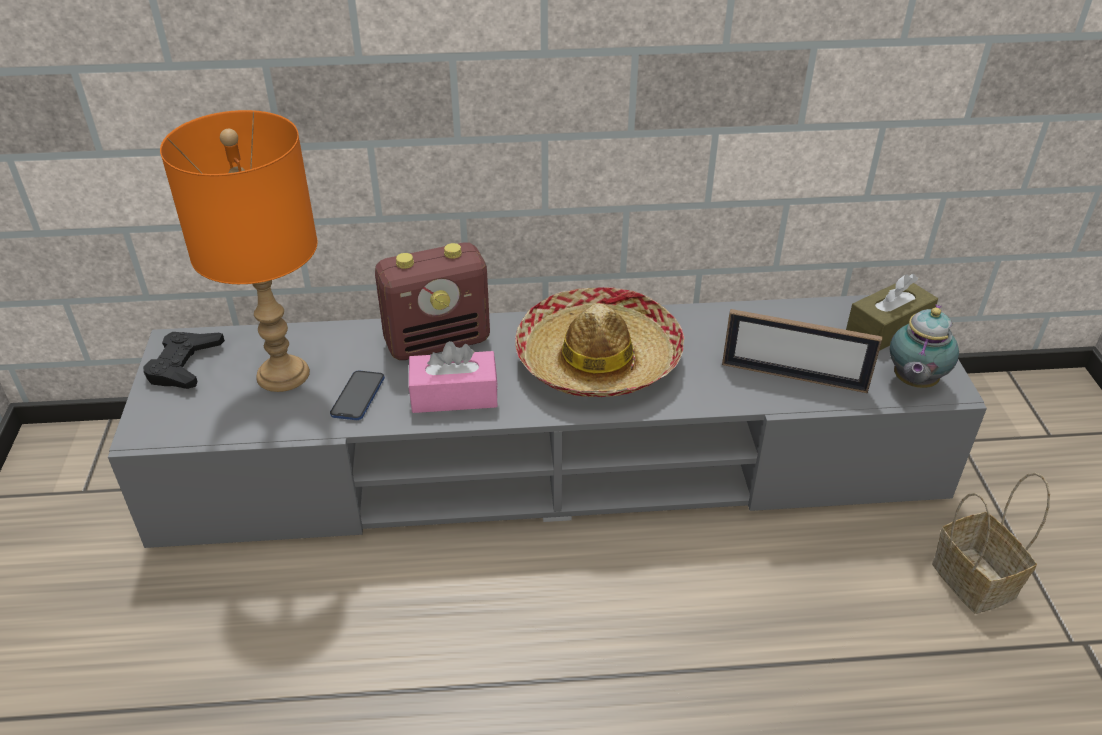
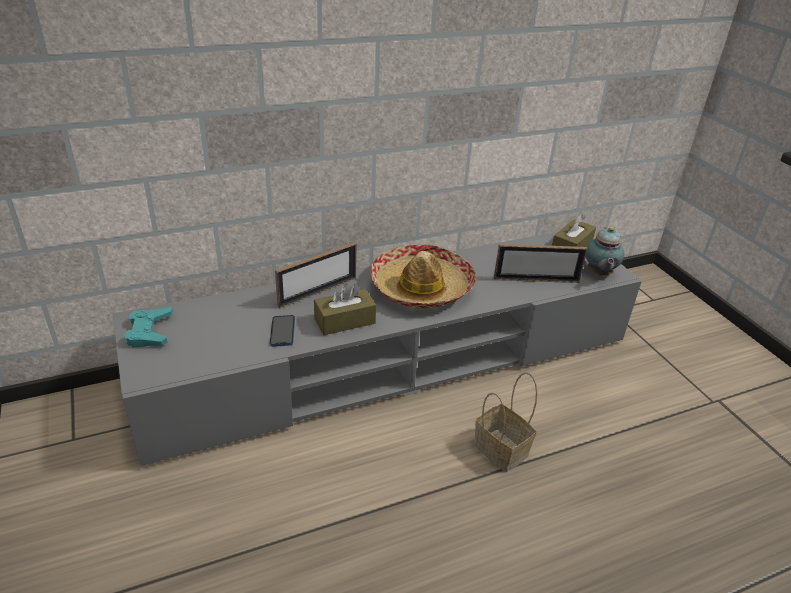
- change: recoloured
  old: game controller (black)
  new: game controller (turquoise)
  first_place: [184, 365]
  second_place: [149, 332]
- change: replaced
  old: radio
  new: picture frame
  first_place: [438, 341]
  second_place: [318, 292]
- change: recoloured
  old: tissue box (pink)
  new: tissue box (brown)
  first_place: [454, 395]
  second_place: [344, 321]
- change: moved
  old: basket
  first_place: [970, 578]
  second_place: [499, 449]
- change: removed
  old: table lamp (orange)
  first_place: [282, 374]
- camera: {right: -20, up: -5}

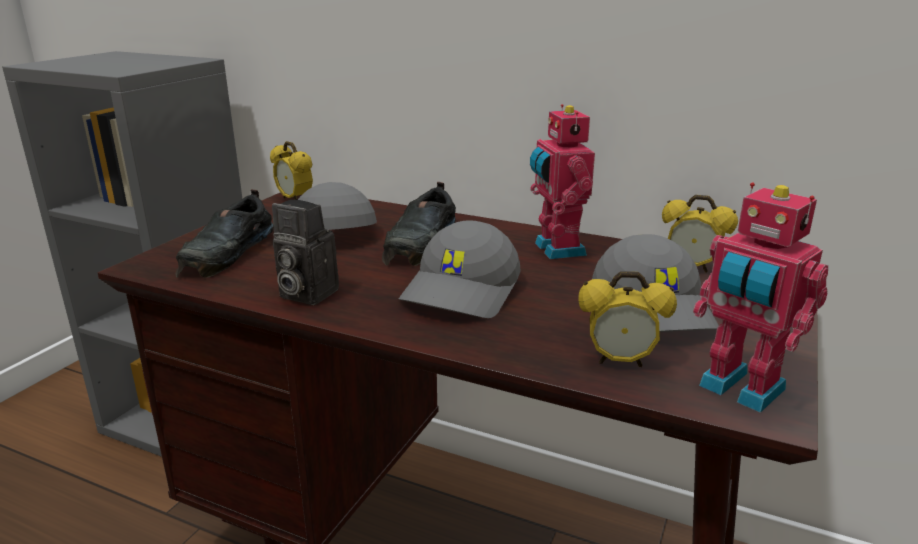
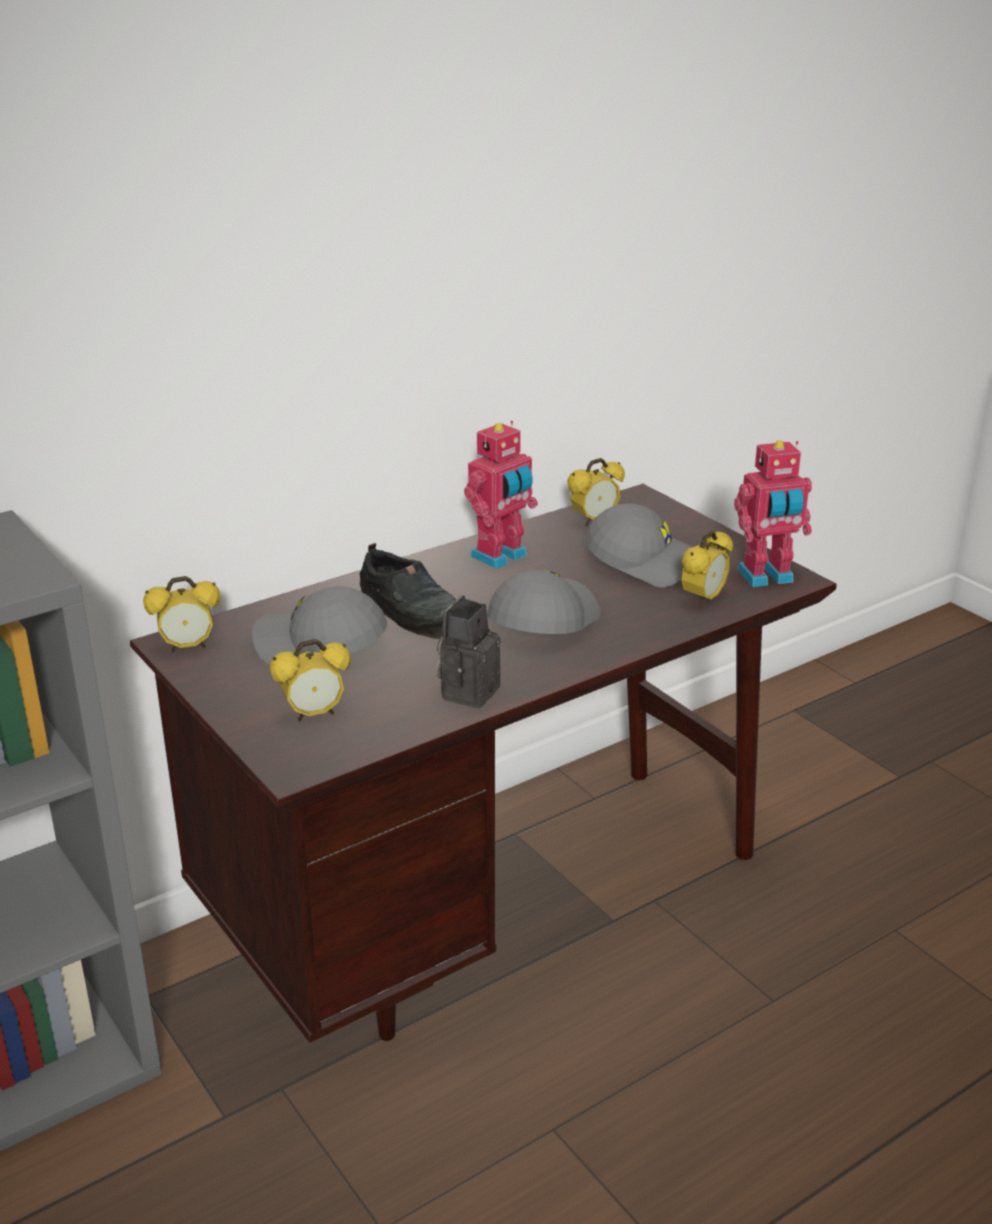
- change: replaced
  old: shoe (black)
  new: alarm clock
  first_place: [227, 252]
  second_place: [314, 714]
- change: turned
  old: photo camera
  first_place: [304, 293]
  second_place: [468, 691]
  degrees: 150
- change: turned
  old: toy robot
  first_place: [556, 249]
  second_place: [501, 557]
  degrees: -60
- change: turned
  old: cap (grey)
  first_place: [463, 292]
  second_place: [541, 620]
  degrees: -120
- camera: {right: -60, up: 5}

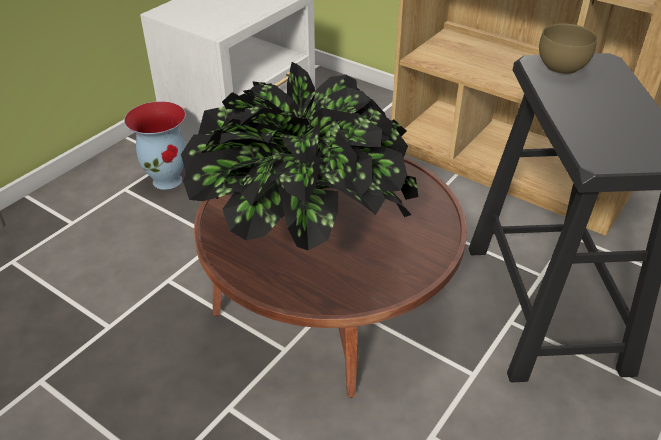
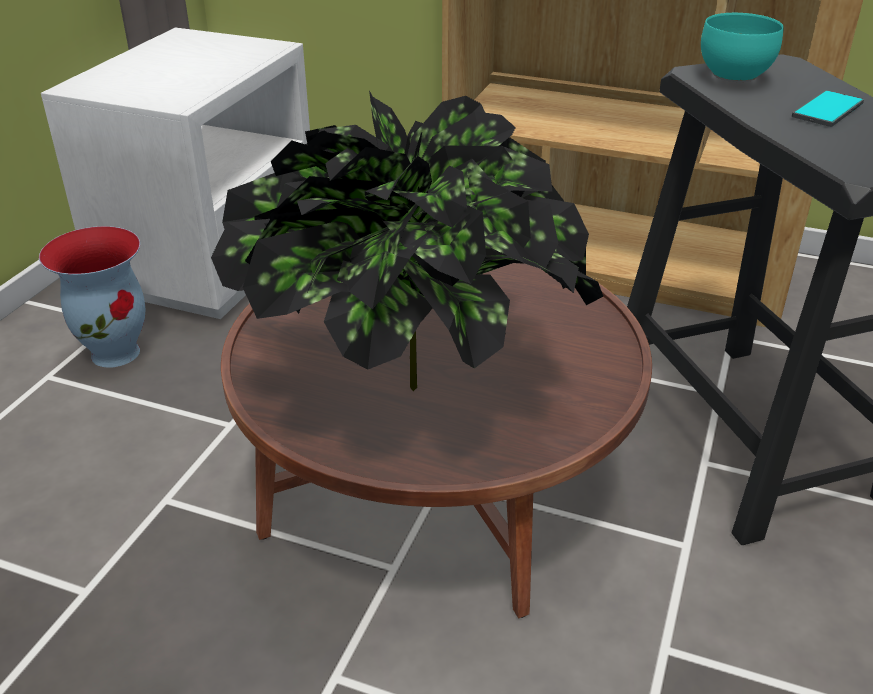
- change: recoloured
  old: bowl (brown)
  new: bowl (turquoise)
  first_place: [563, 67]
  second_place: [736, 75]
- change: added
  new: phone
  second_place: [828, 110]
- camera: {right: -15, up: -5}

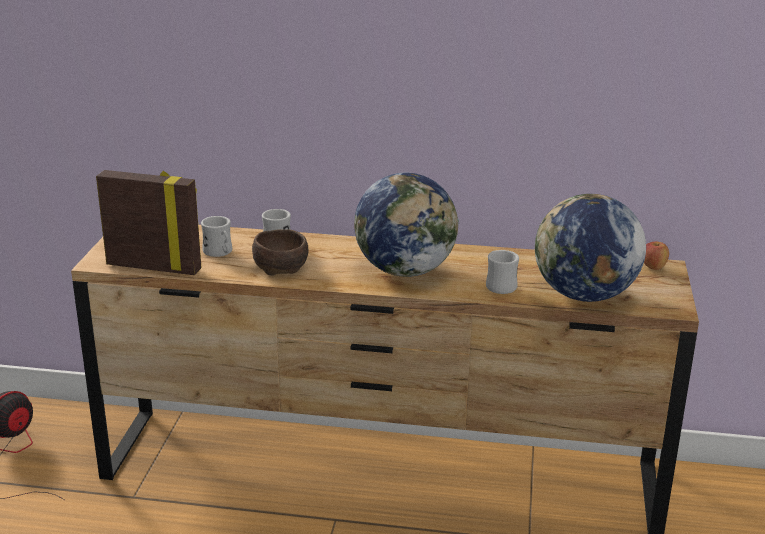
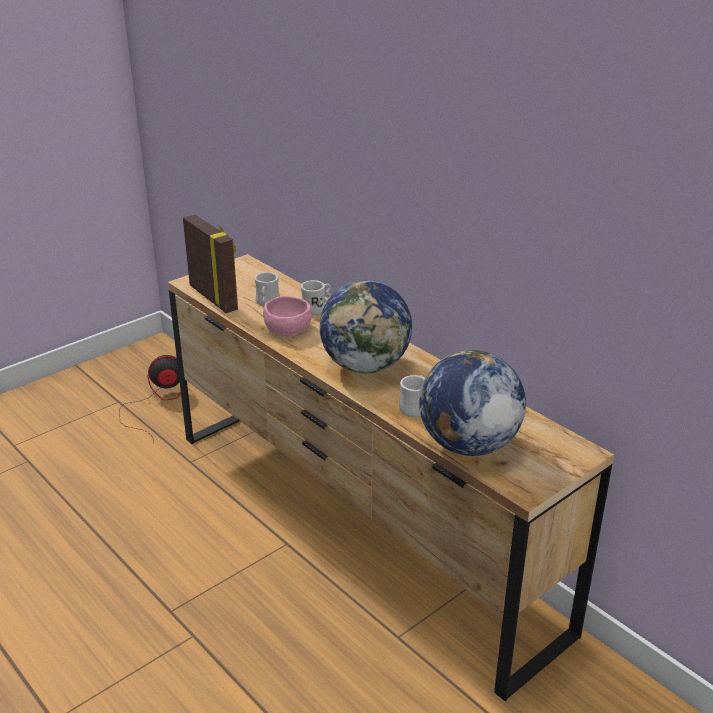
- change: recoloured
  old: bowl (brown)
  new: bowl (pink)
  first_place: [282, 266]
  second_place: [289, 328]
- change: removed
  old: apple
  first_place: [653, 267]
- camera: {right: 40, up: 5}

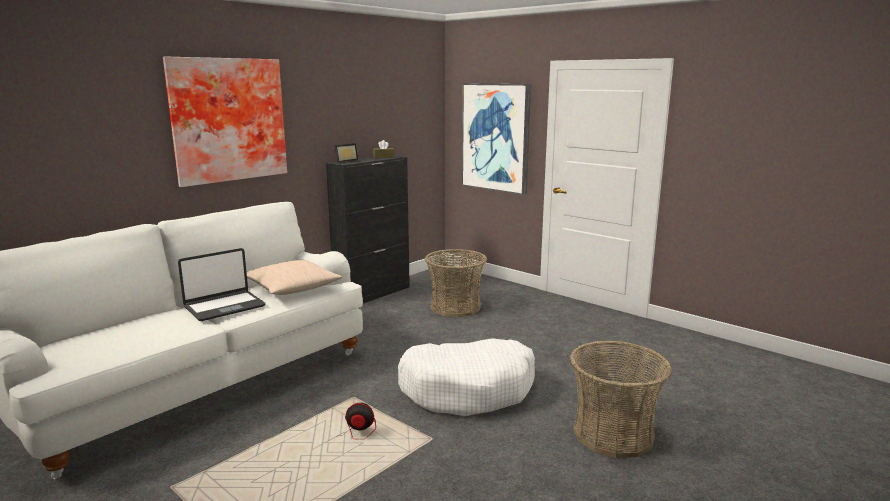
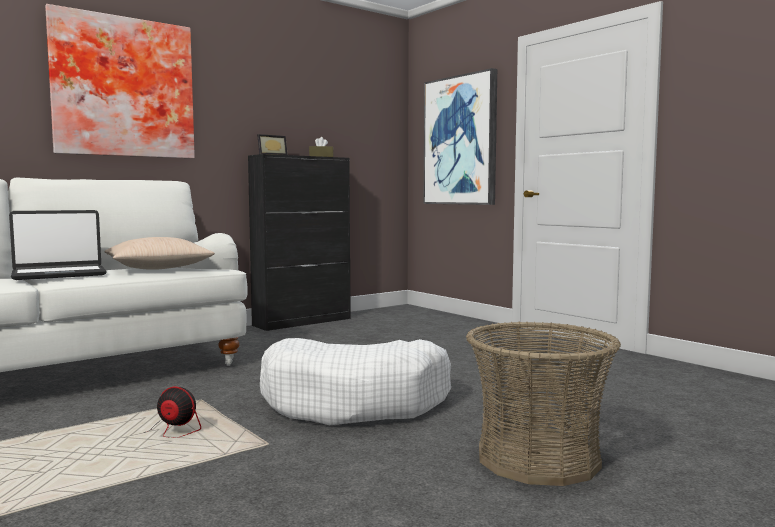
- change: removed
  old: basket
  first_place: [455, 307]
- camera: {right: 10, up: -10}

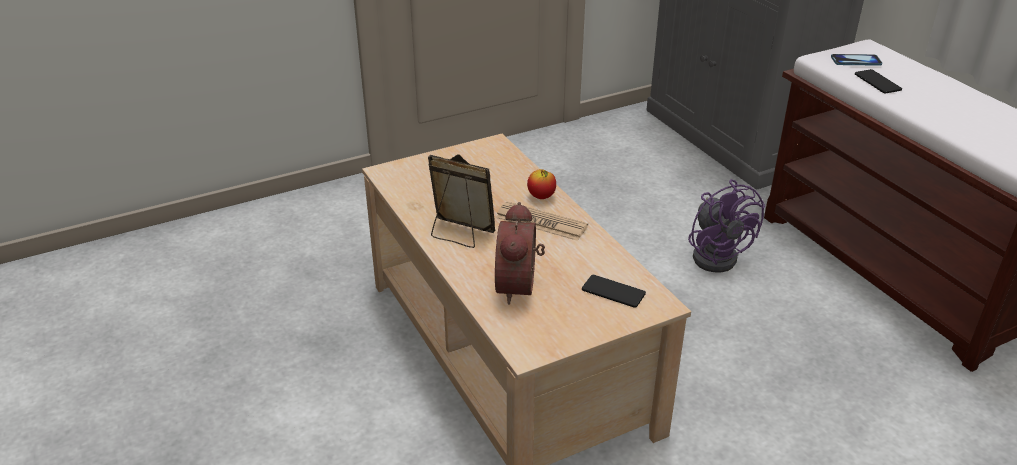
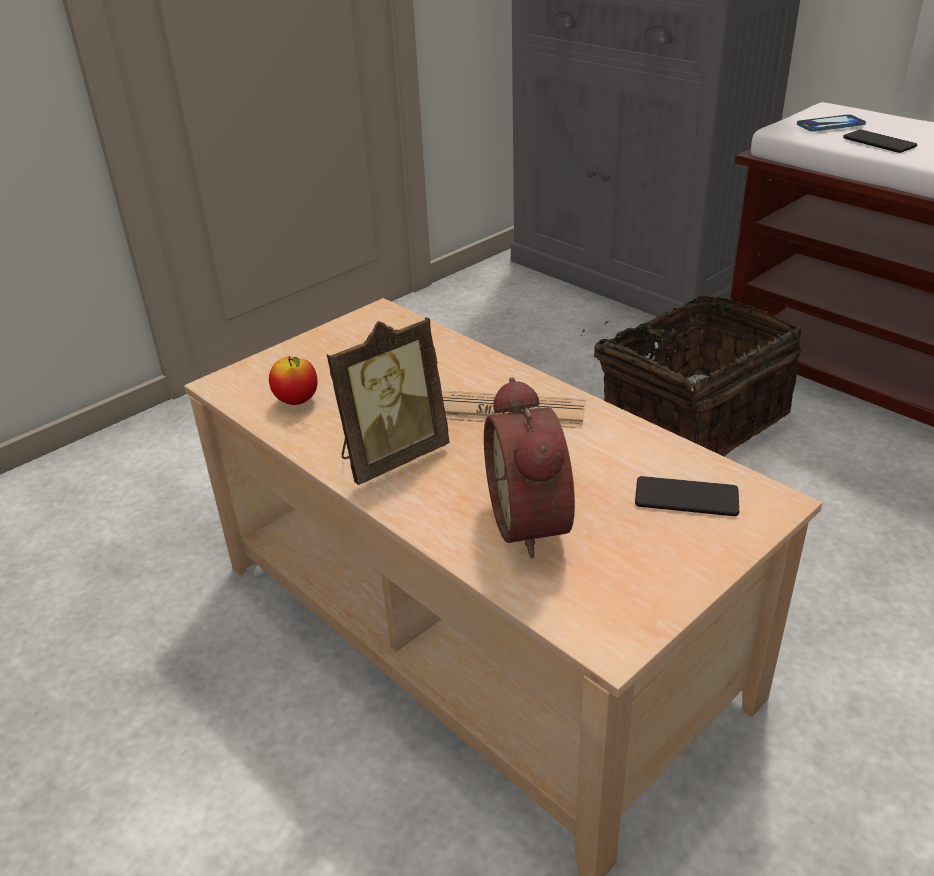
- change: moved
  old: apple
  first_place: [541, 197]
  second_place: [297, 401]
- change: turned
  old: picture frame
  first_place: [459, 234]
  second_place: [391, 457]
  degrees: 135
- change: replaced
  old: fan (purple)
  new: basket
  first_place: [717, 254]
  second_place: [689, 419]
- camera: {right: -15, up: 0}

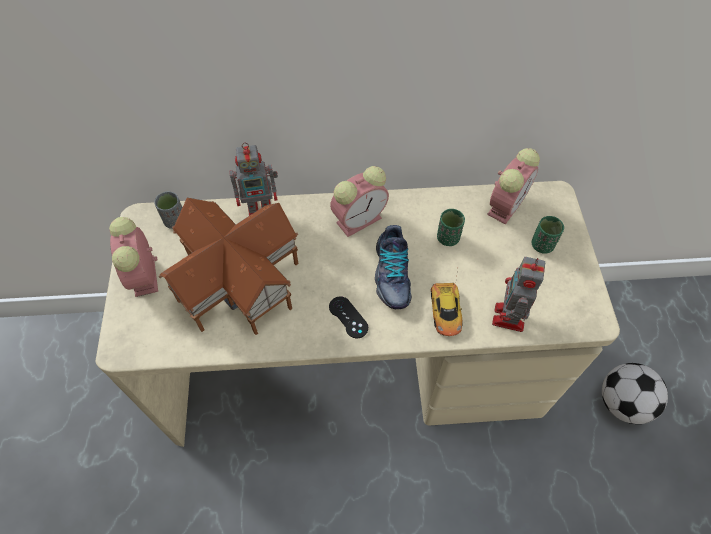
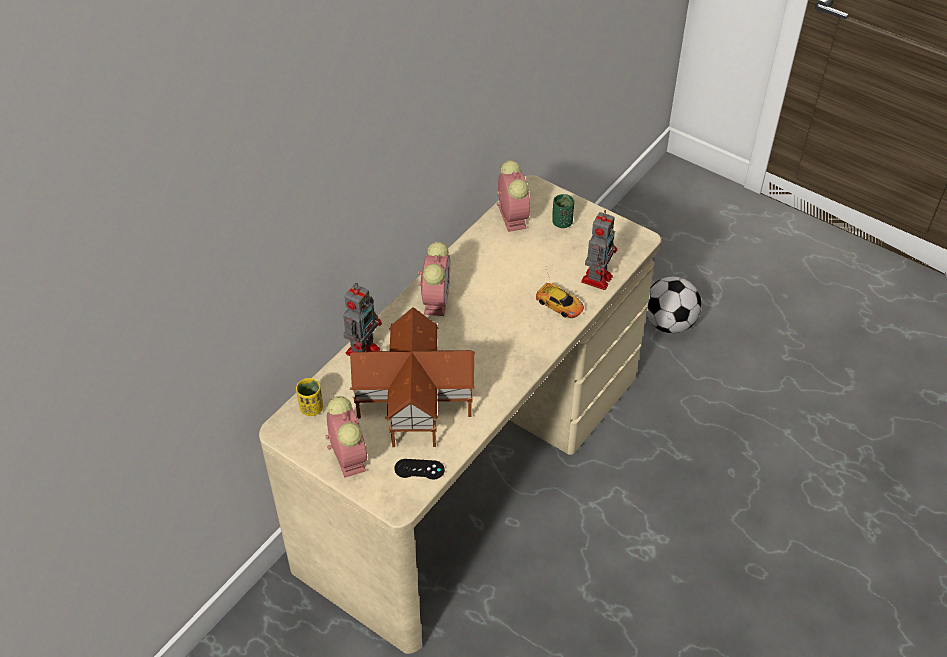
- change: recoloured
  old: cup (grey)
  new: cup (yellow)
  first_place: [175, 221]
  second_place: [311, 408]
- change: turned
  old: alarm clock
  first_place: [145, 277]
  second_place: [347, 455]
  degrees: -135
- change: moved
  old: game controller (black)
  first_place: [348, 317]
  second_place: [419, 469]
- change: turned
  old: toy robot
  first_place: [508, 319]
  second_place: [597, 278]
  degrees: -120
- change: removed
  old: shoe
  first_place: [391, 274]
- change: removed
  old: cup (green)
  first_place: [448, 238]
- camera: {right: -50, up: -10}

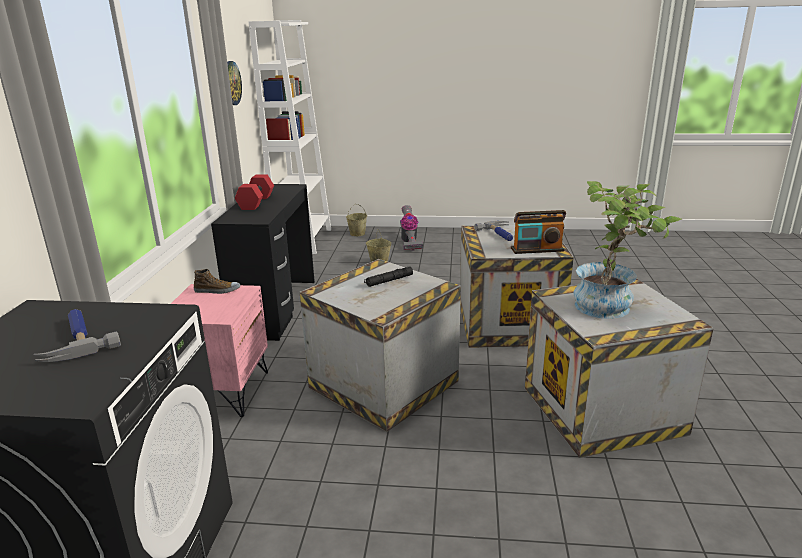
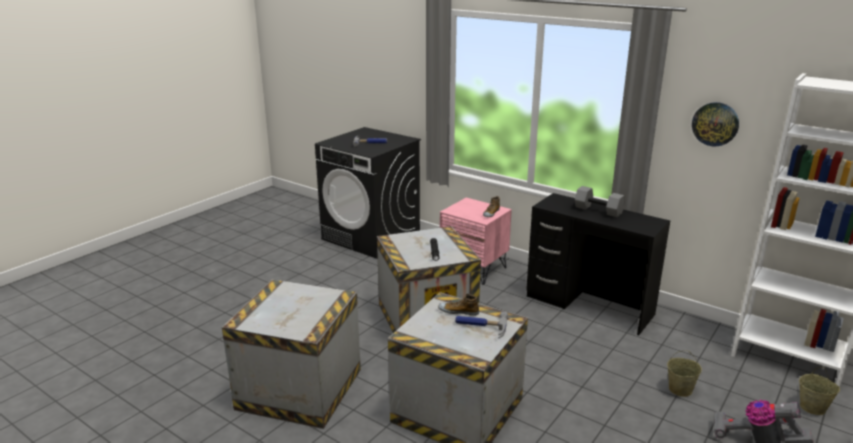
- change: added
  new: shoe
  second_place: [458, 311]
- change: recoloured
  old: dumbbell (red)
  new: dumbbell (grey)
  first_place: [255, 202]
  second_place: [599, 210]
- change: removed
  old: radio
  first_place: [537, 250]
- change: removed
  old: potted plant
  first_place: [611, 306]
- camera: {right: 120, up: 0}

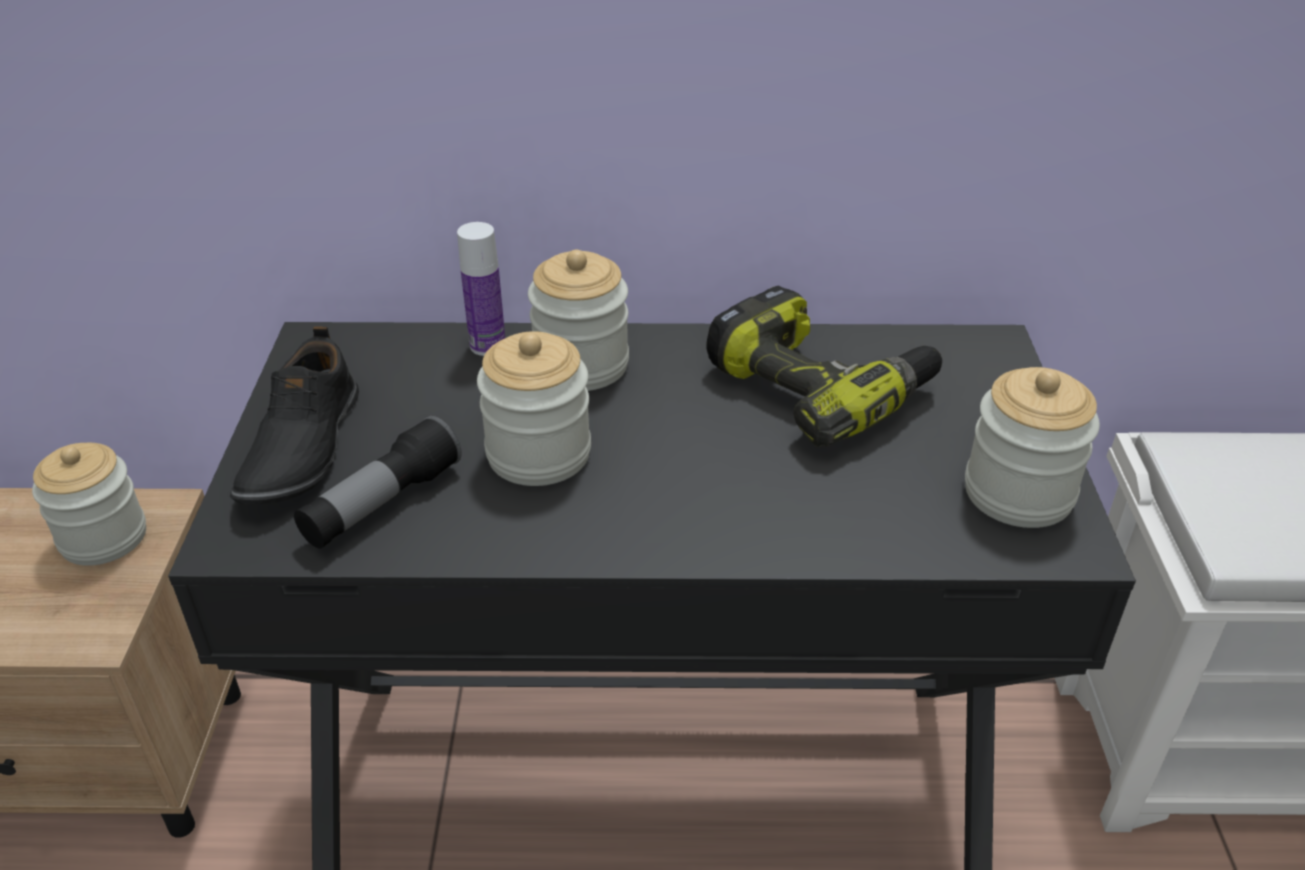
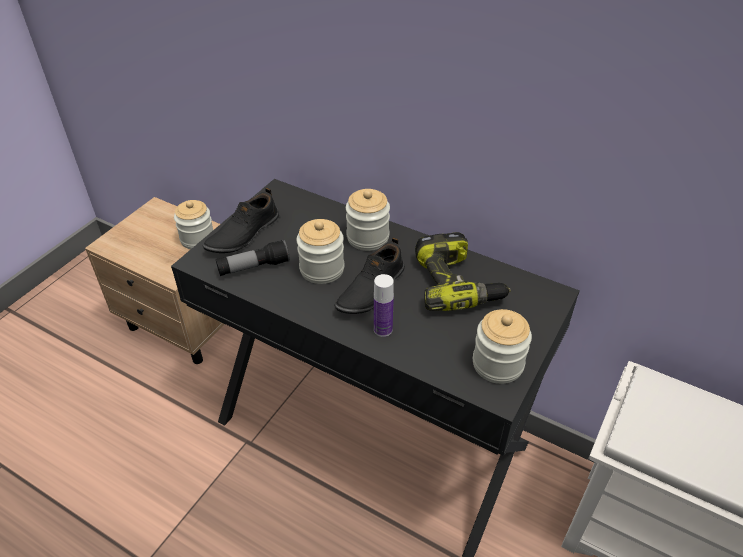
- change: added
  new: shoe (black)
  second_place: [370, 289]
- change: moved
  old: bottle
  first_place: [487, 345]
  second_place: [383, 329]
- camera: {right: 30, up: 5}

